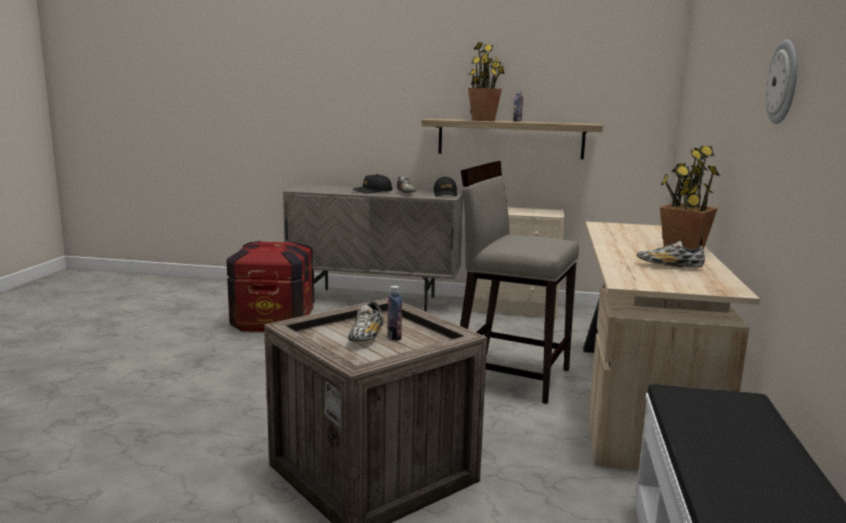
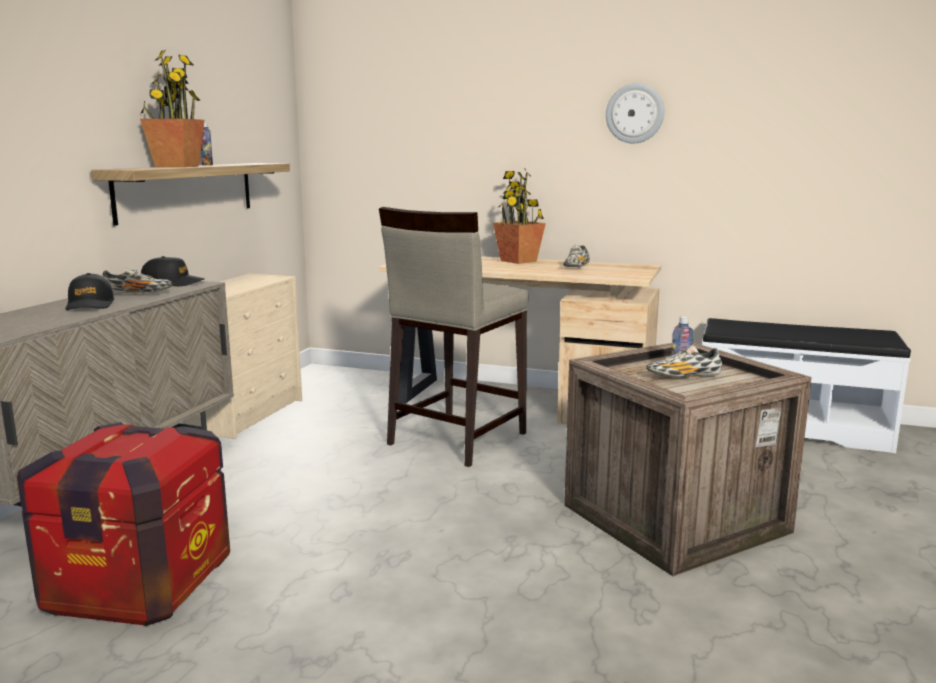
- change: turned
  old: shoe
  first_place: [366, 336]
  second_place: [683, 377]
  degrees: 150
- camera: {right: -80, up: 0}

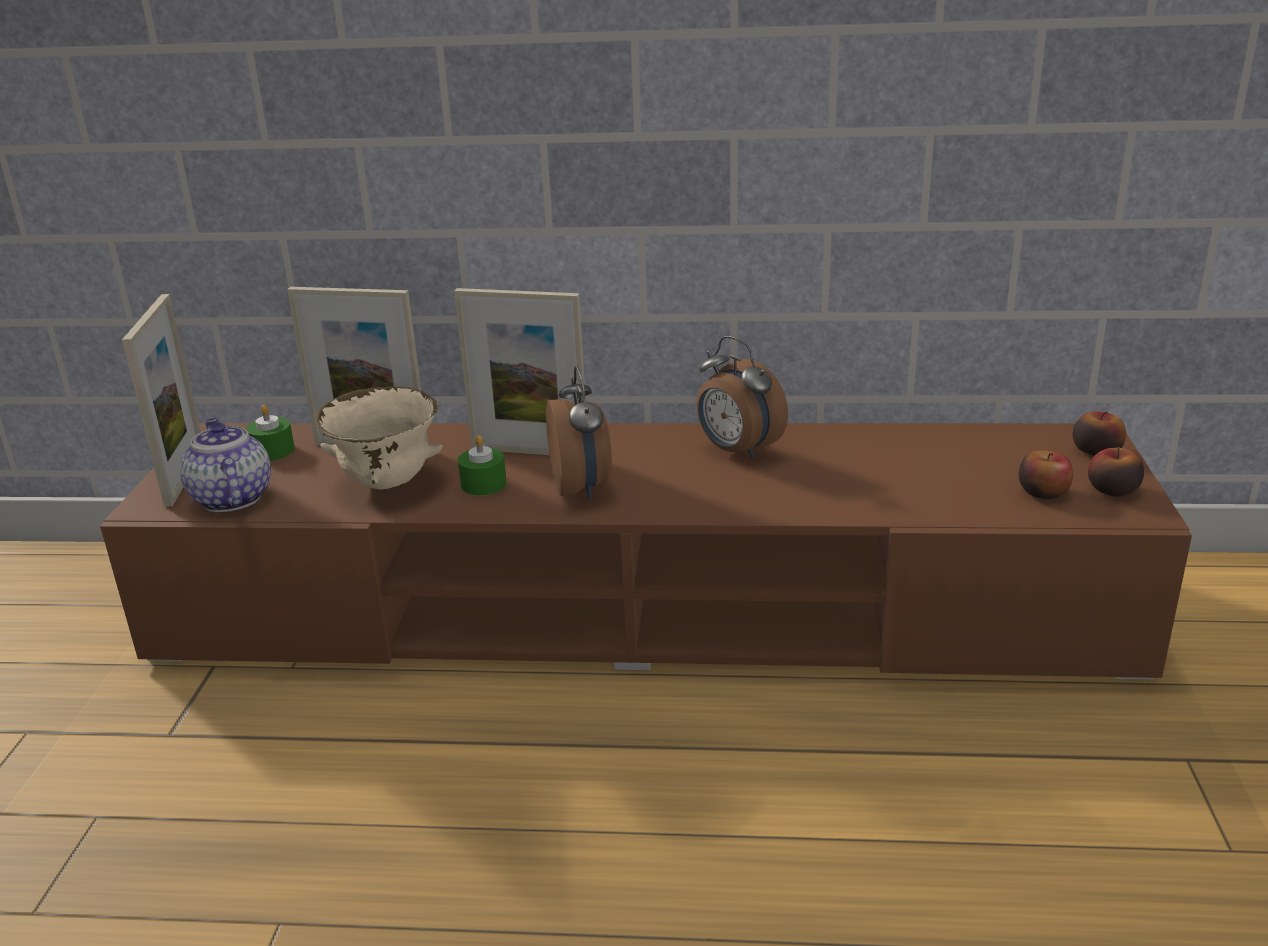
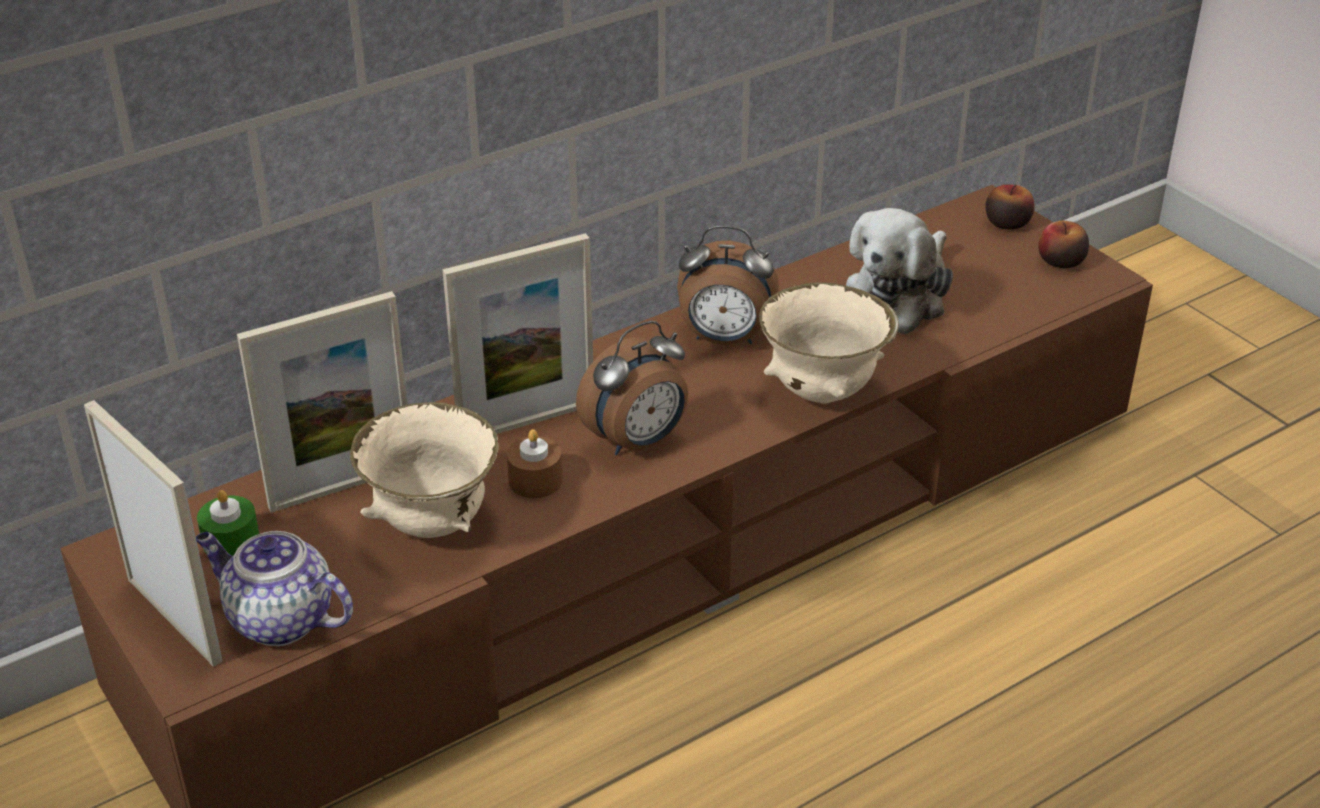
- change: recoloured
  old: candle (green)
  new: candle (brown)
  first_place: [483, 484]
  second_place: [535, 480]
- change: turned
  old: alarm clock
  first_place: [582, 488]
  second_place: [637, 442]
  degrees: 105
- change: added
  new: bowl (beige)
  second_place: [822, 393]
- change: added
  new: plush toy
  second_place: [899, 296]
- change: removed
  old: apple
  first_place: [1043, 492]
- camera: {right: -40, up: 10}

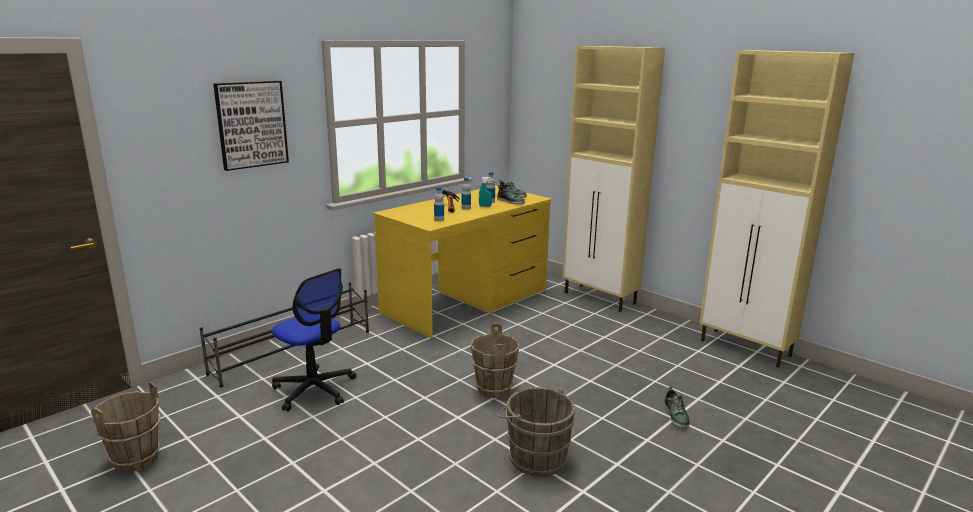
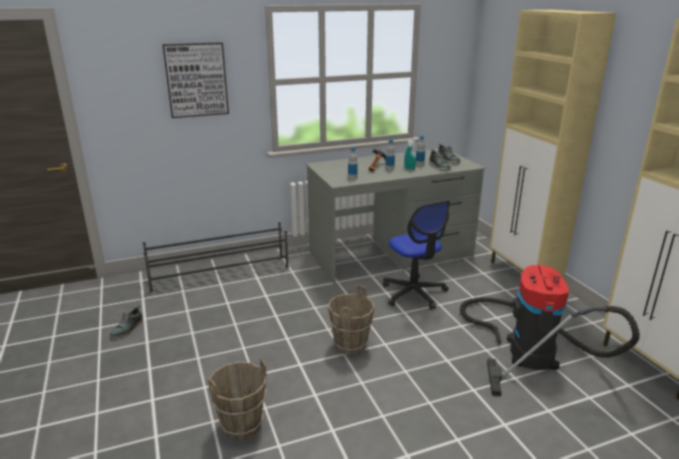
- change: moved
  old: shoe
  first_place: [676, 416]
  second_place: [127, 329]
- change: moved
  old: bucket (brown)
  first_place: [135, 459]
  second_place: [241, 425]
- change: recoloured
  old: desk (yellow)
  new: desk (grey)
  first_place: [467, 301]
  second_place: [391, 254]
- change: moved
  old: office chair
  first_place: [314, 389]
  second_place: [414, 293]
- change: added
  new: vacuum cleaner
  second_place: [528, 348]
- change: removed
  old: bucket (grey)
  first_place: [535, 456]
- camera: {right: 25, up: 5}

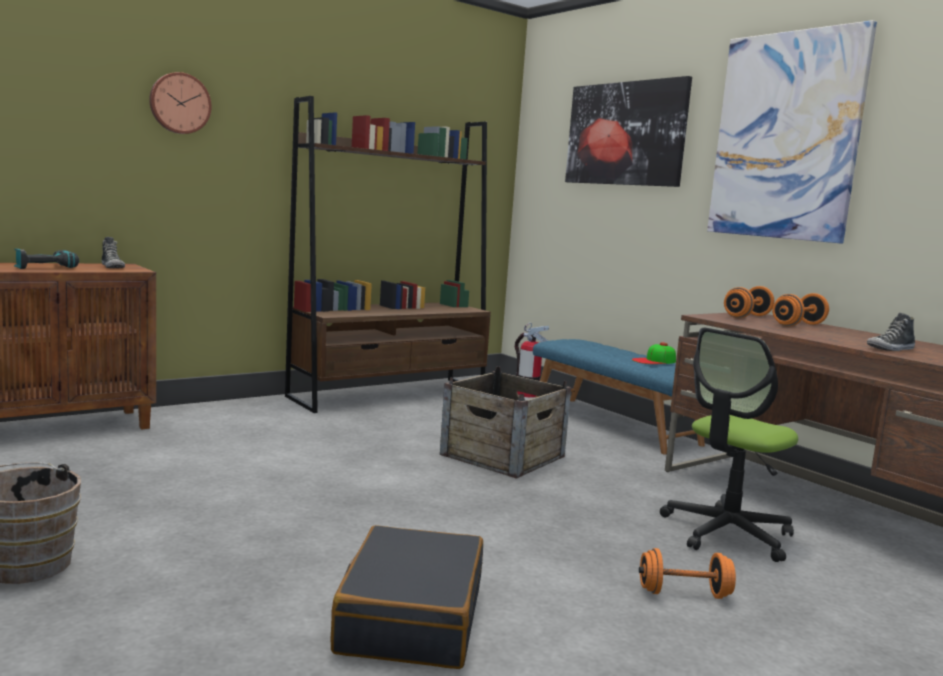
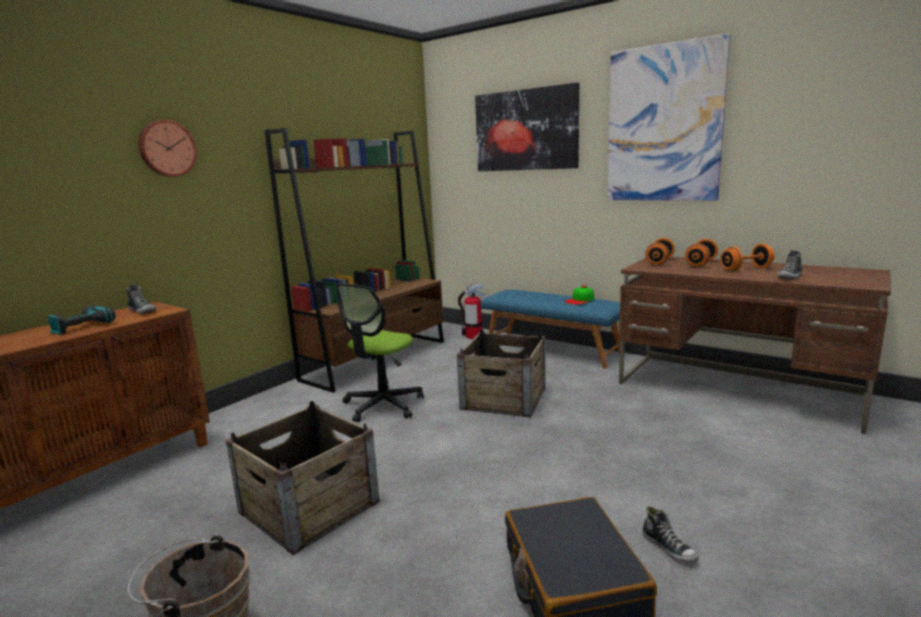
- change: added
  new: crate
  second_place: [309, 506]
- change: moved
  old: office chair
  first_place: [727, 533]
  second_place: [383, 405]
- change: added
  new: shoe
  second_place: [669, 548]
- change: moved
  old: dumbbell (orange)
  first_place: [684, 593]
  second_place: [746, 269]
- camera: {right: -15, up: 5}

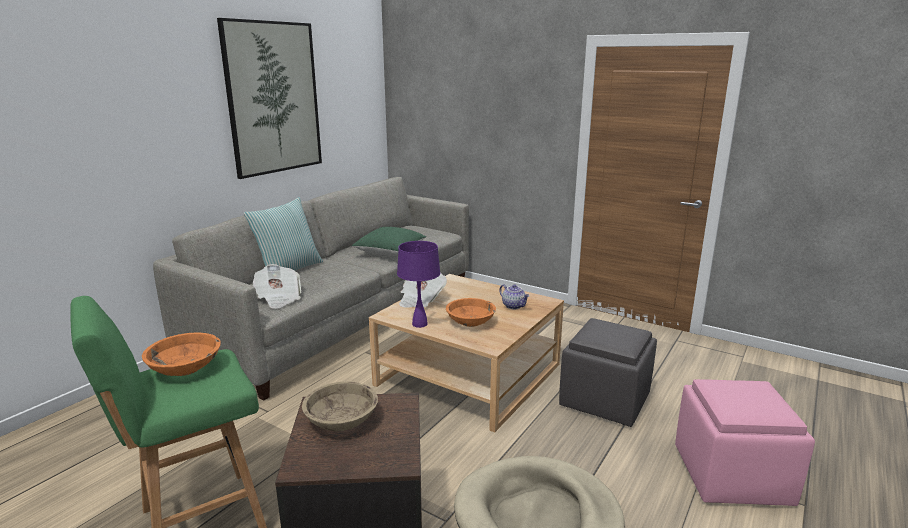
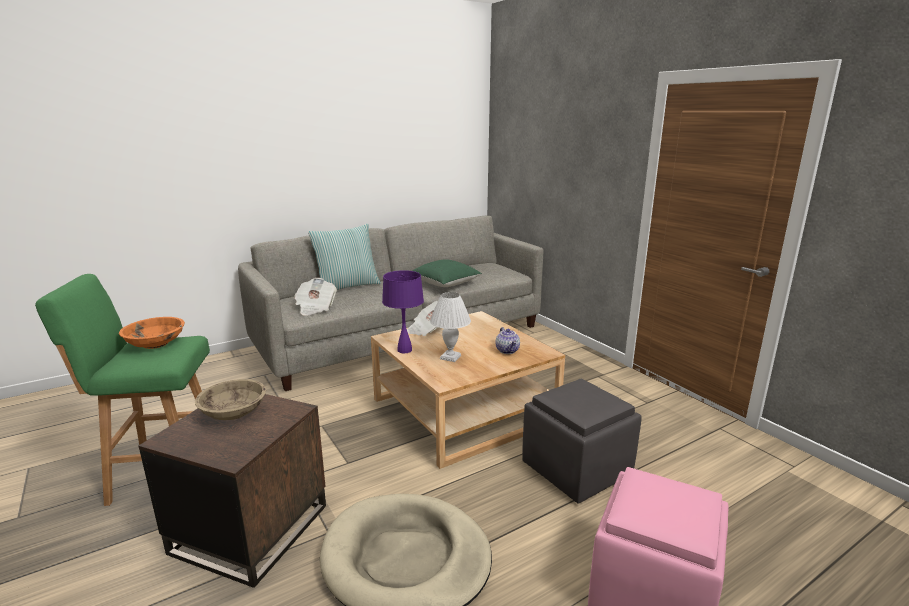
- change: replaced
  old: bowl (orange)
  new: table lamp (white)
  first_place: [471, 322]
  second_place: [450, 357]
- change: removed
  old: picture
  first_place: [273, 98]
- camera: {right: 25, up: 0}

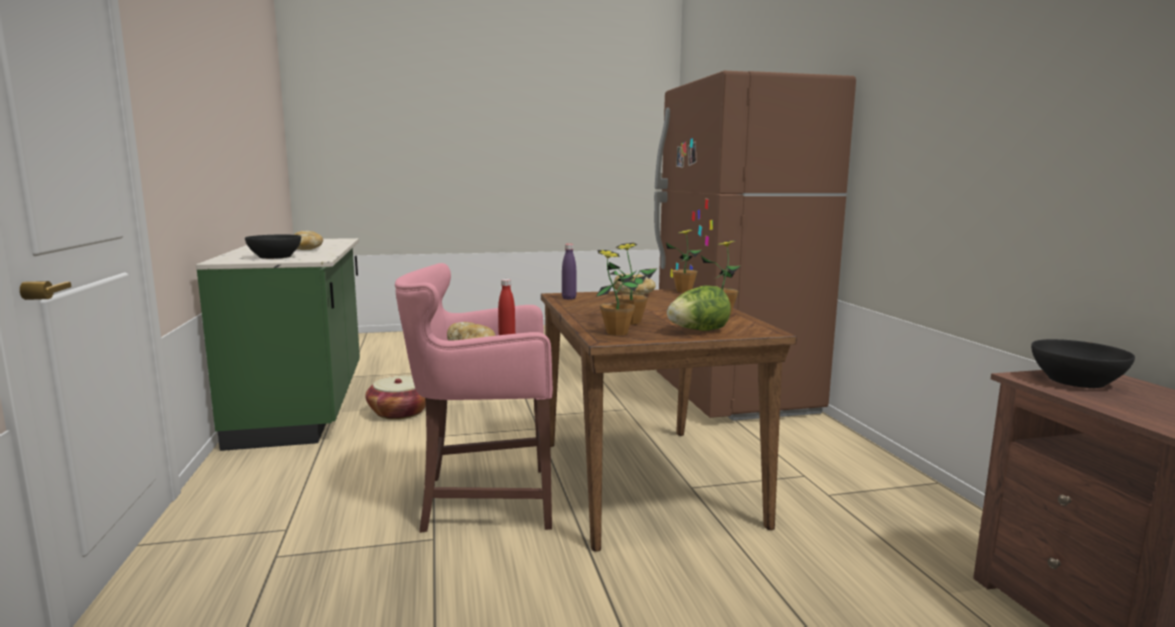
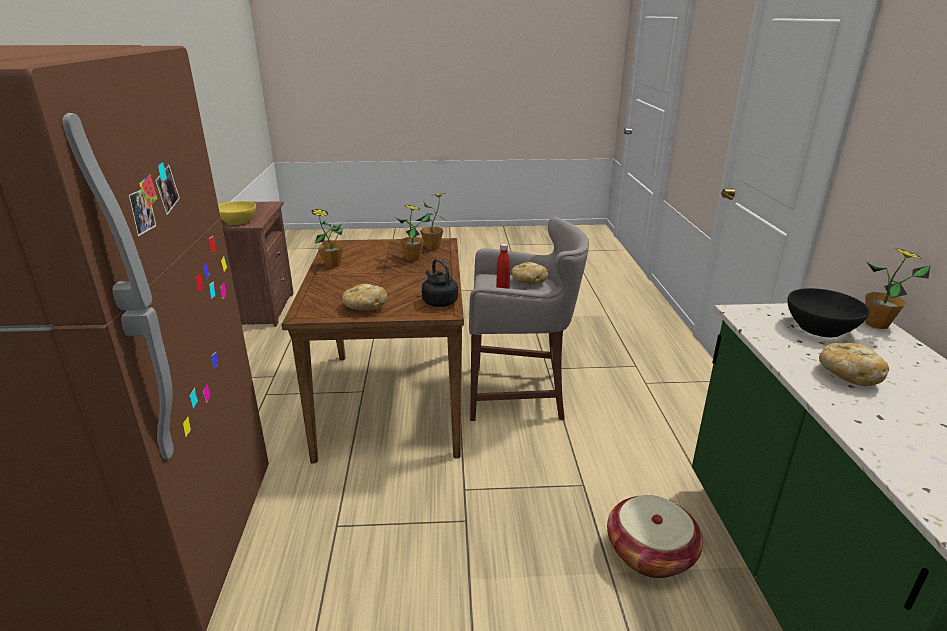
- change: recoloured
  old: bowl (black)
  new: bowl (yellow)
  first_place: [1076, 380]
  second_place: [237, 221]
- change: replaced
  old: bottle (purple)
  new: kettle (black)
  first_place: [569, 298]
  second_place: [439, 301]
- change: recoloured
  old: stool (pink)
  new: stool (grey)
  first_place: [482, 500]
  second_place: [520, 394]
- change: moved
  old: potted plant
  first_place: [684, 291]
  second_place: [877, 324]
- change: removed
  old: lettuce
  first_place: [698, 331]
- camera: {right: -170, up: 15}

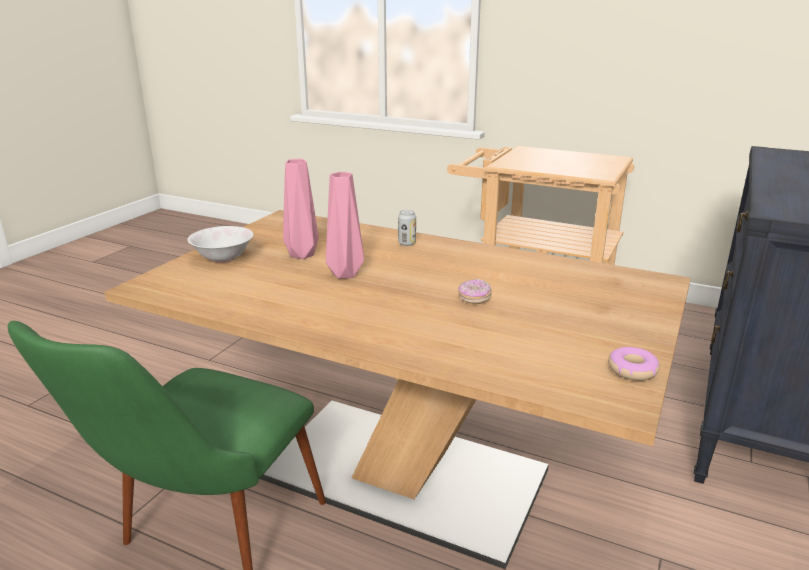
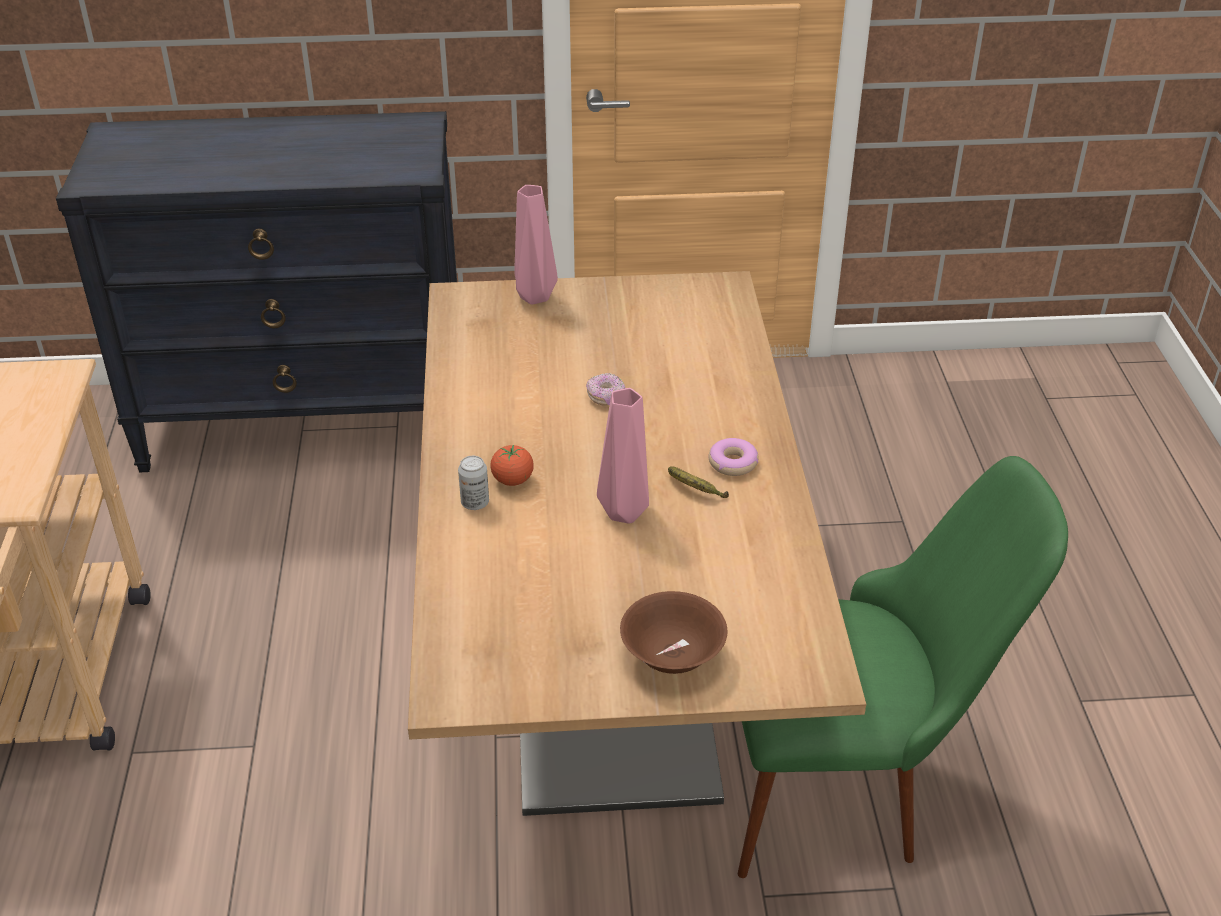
- change: added
  new: tomato
  second_place: [512, 480]
- change: moved
  old: vase (pink)
  first_place: [301, 255]
  second_place: [537, 297]
- change: recoloured
  old: bowl (white)
  new: bowl (brown)
  first_place: [223, 258]
  second_place: [673, 656]
- change: added
  new: banana
  second_place: [694, 490]
- change: moved
  old: donut
  first_place: [632, 370]
  second_place: [733, 463]
- camera: {right: -120, up: 15}

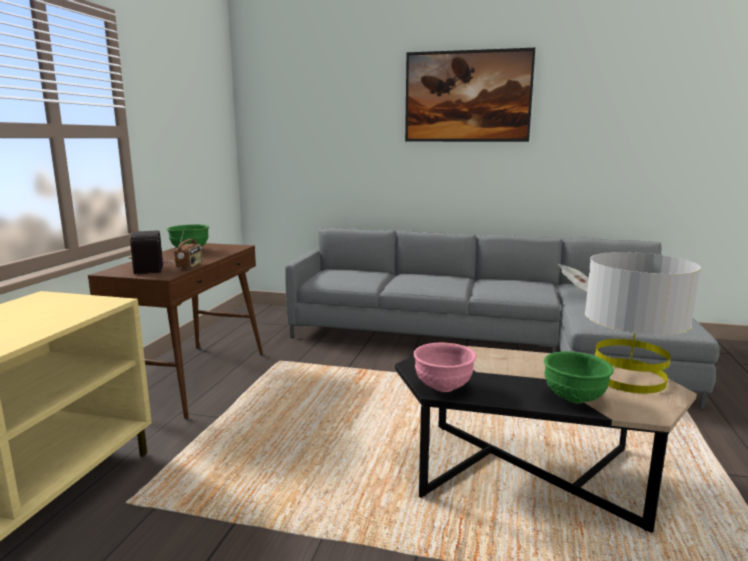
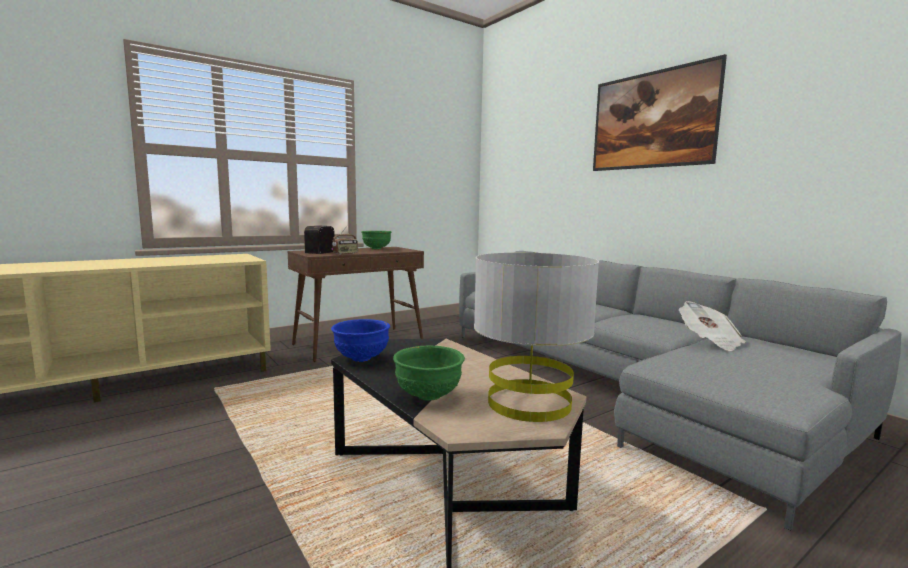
- change: recoloured
  old: bowl (pink)
  new: bowl (blue)
  first_place: [442, 388]
  second_place: [360, 358]
- camera: {right: 40, up: -5}

